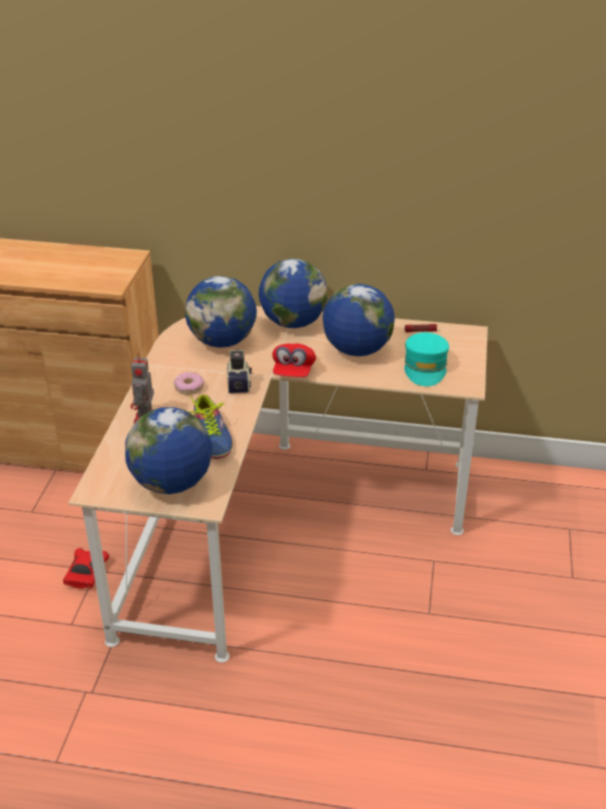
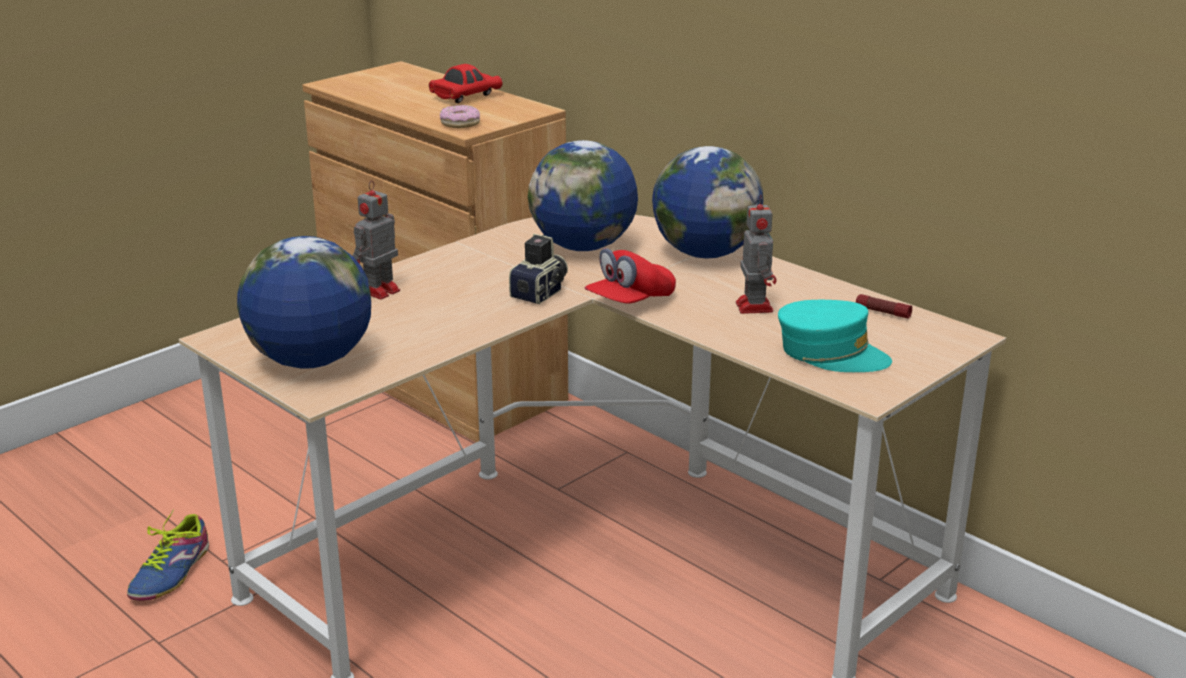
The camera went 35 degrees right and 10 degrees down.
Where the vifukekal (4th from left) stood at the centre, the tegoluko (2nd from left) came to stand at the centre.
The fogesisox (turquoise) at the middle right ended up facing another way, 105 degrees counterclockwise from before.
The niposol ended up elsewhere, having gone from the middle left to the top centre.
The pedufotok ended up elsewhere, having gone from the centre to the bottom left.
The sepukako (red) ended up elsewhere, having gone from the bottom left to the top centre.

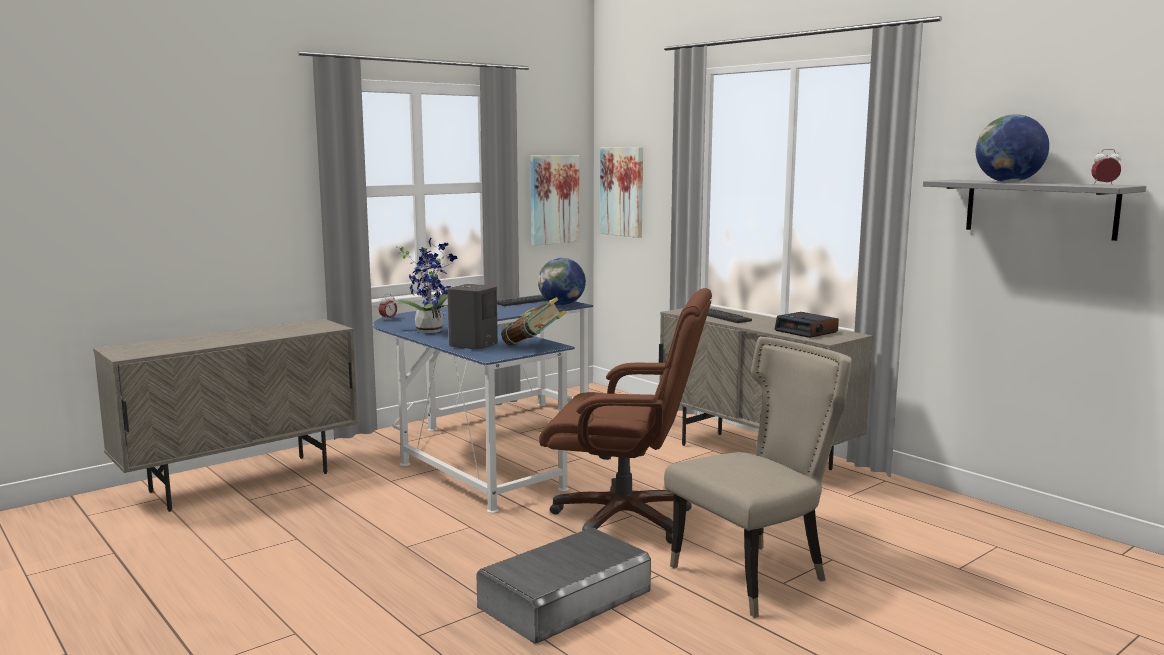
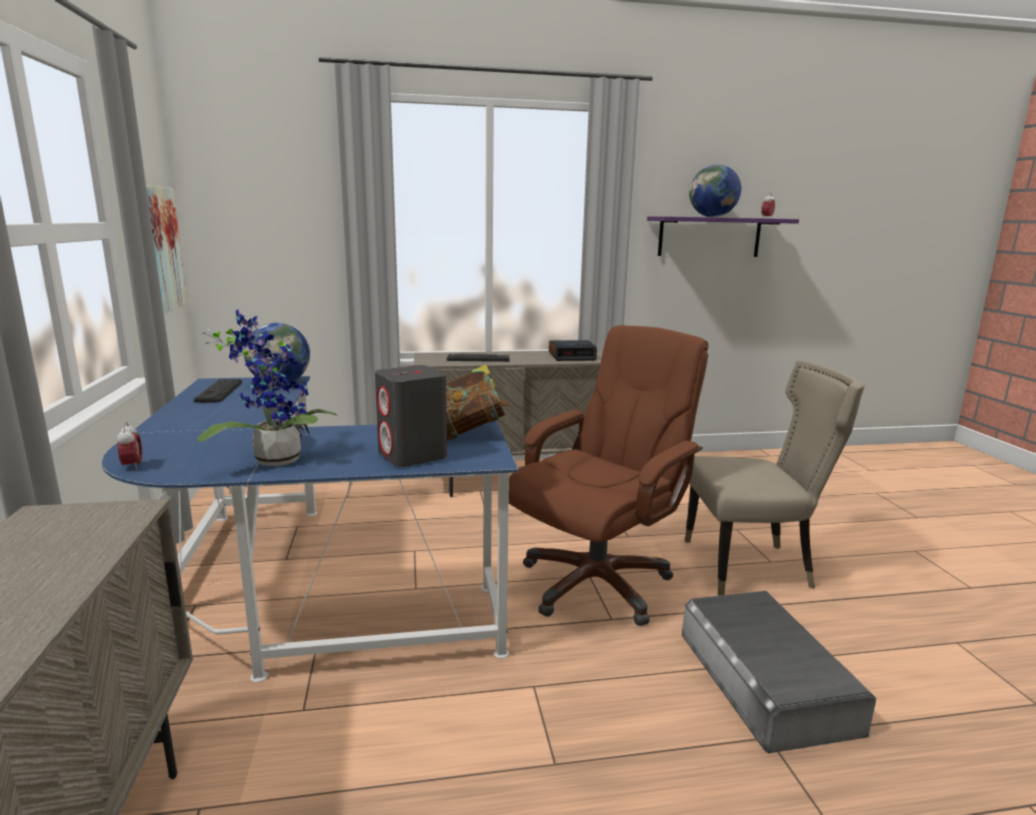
The camera went 60 degrees left and 5 degrees up.
The second view lost the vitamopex (2nd from left) at the top centre.
What was the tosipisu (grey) at the top right turned into the tosipisu (purple) at the top right.
The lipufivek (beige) at the bottom centre ended up facing another way, 90 degrees clockwise from before.

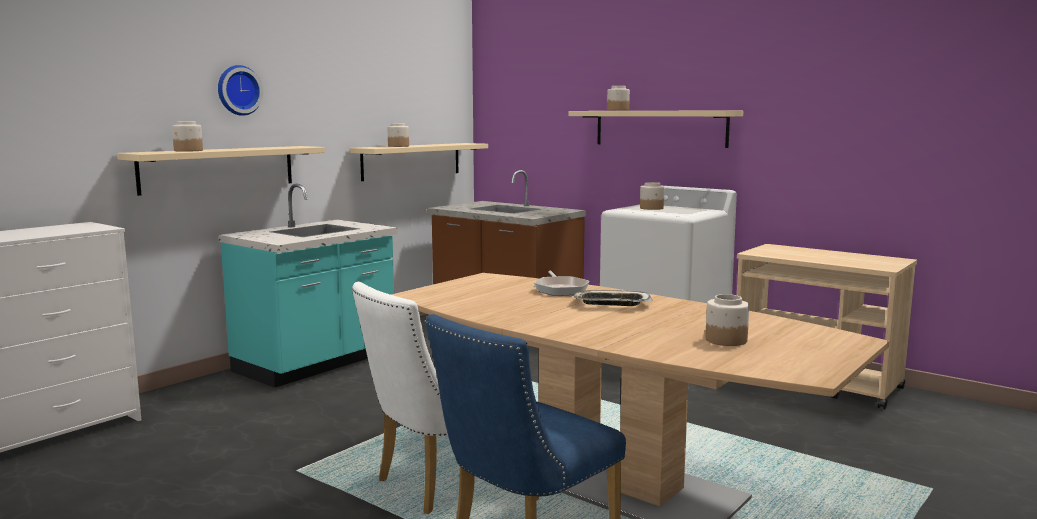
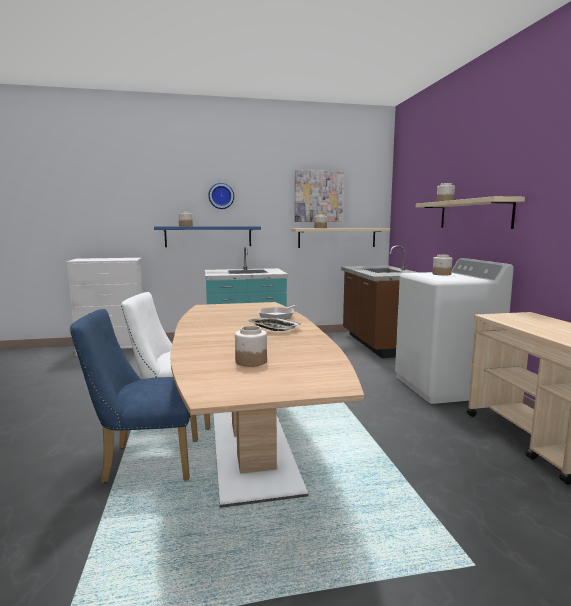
The camera went 40 degrees right and 0 degrees up.
What was the tosipisu (beige) (1st from left) at the top left turned into the tosipisu (blue) at the centre.
The second view gained the vitamopex at the top centre.

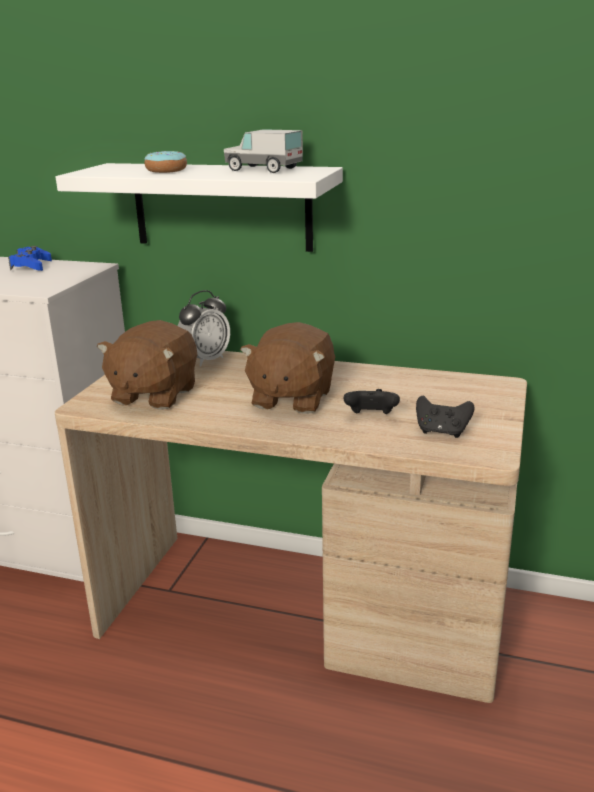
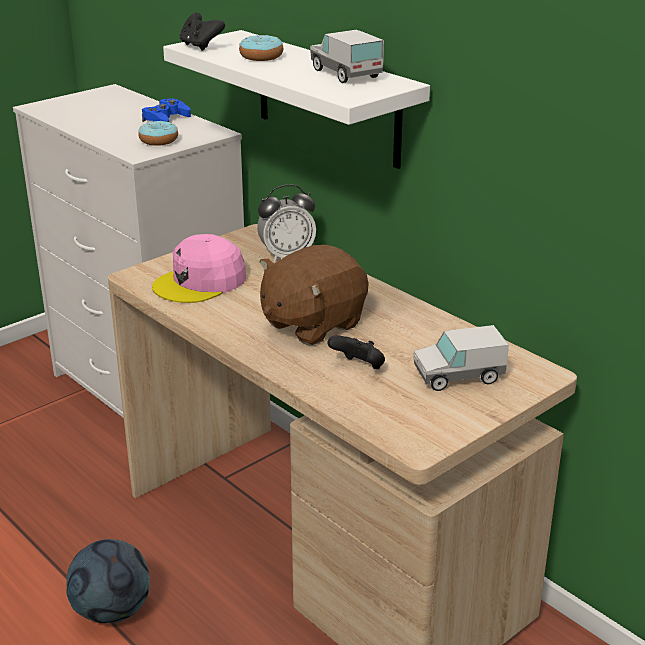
The camera went 30 degrees right and 5 degrees up.
Where the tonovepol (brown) (1st from left) stood at the middle left, the fogesisox (pink) came to stand at the middle left.
The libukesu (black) (2nd from left in the first image) ended up elsewhere, having gone from the middle right to the top left.
The second view gained the niposol (1st from left) at the top left.
The second view gained the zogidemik (2nd from left) at the middle right.
The second view gained the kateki at the bottom left.

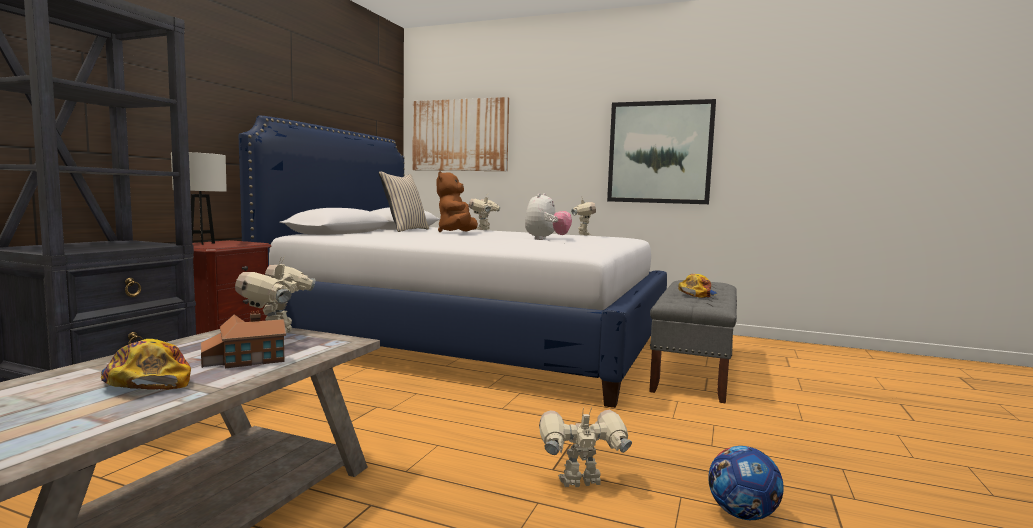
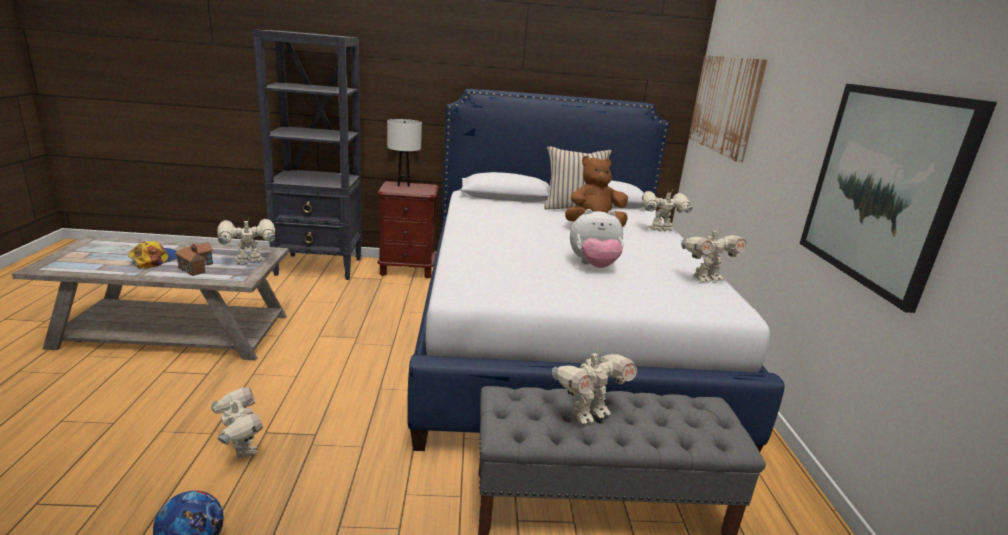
The camera went 65 degrees right and 15 degrees up.
Where the fogesisox (2nd from left) stood at the middle right, the tegoluko (3rd from left) came to stand at the bottom centre.

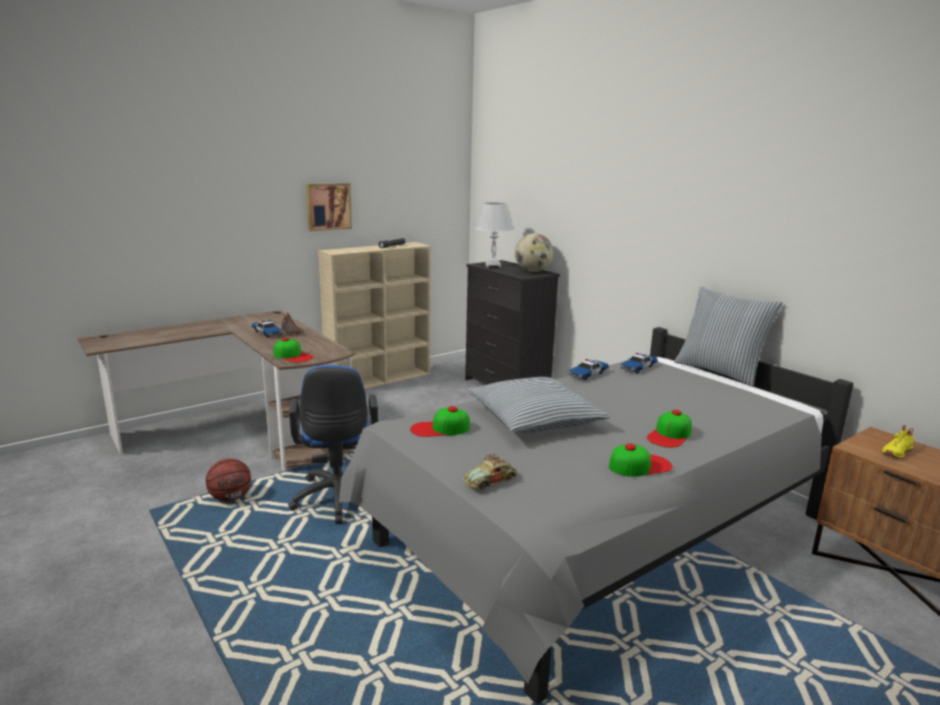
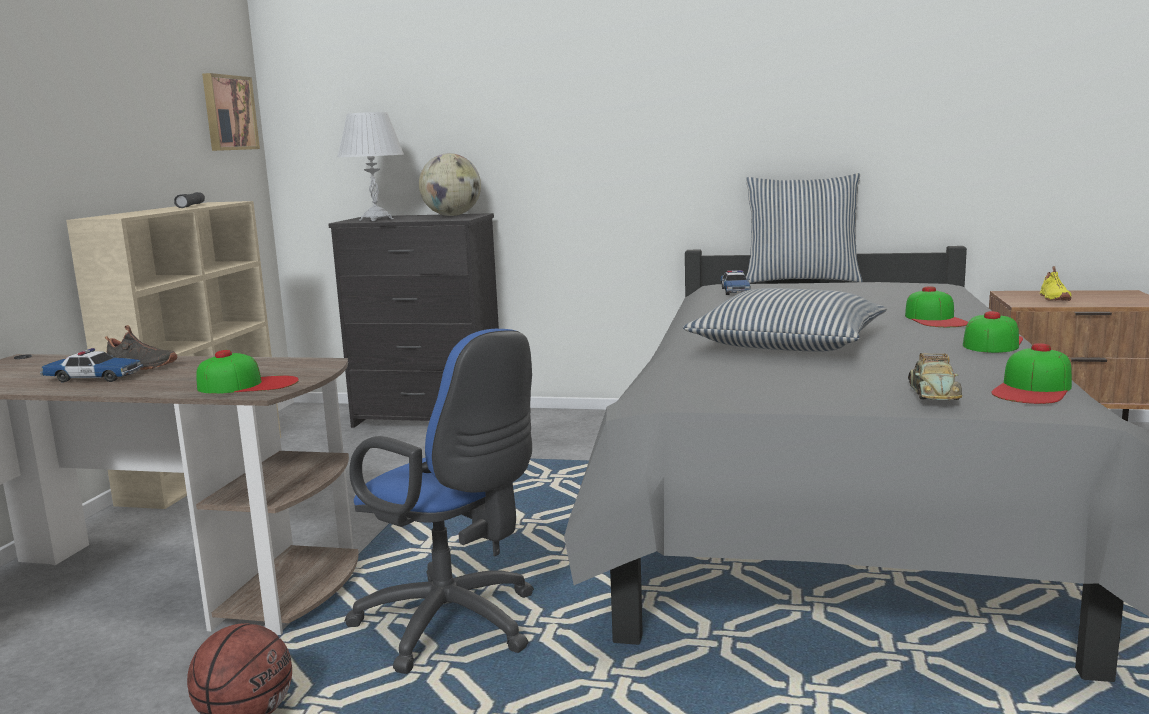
The camera went 40 degrees left and 5 degrees down.
The vitamopex ended up elsewhere, having gone from the top centre to the top left.
The second view lost the sepukako (3rd from left) at the centre.
The fogesisox (2nd from left in the first image) ended up elsewhere, having gone from the centre to the middle right.

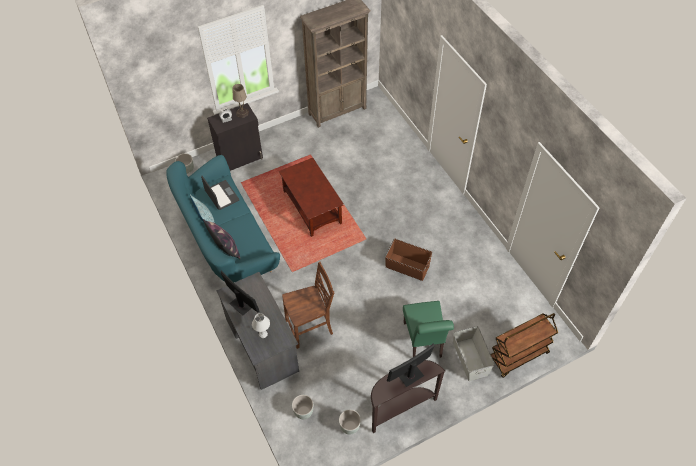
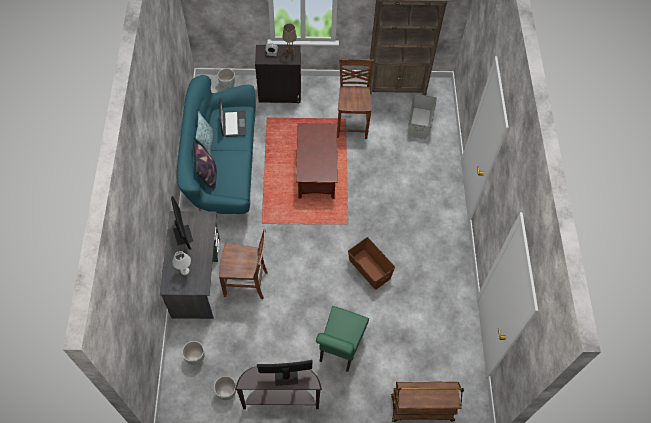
The camera went 25 degrees right and 5 degrees up.
The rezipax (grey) ended up elsewhere, having gone from the bottom right to the top centre.
The second view gained the lipufivek (brown) (2nd from left) at the top centre.

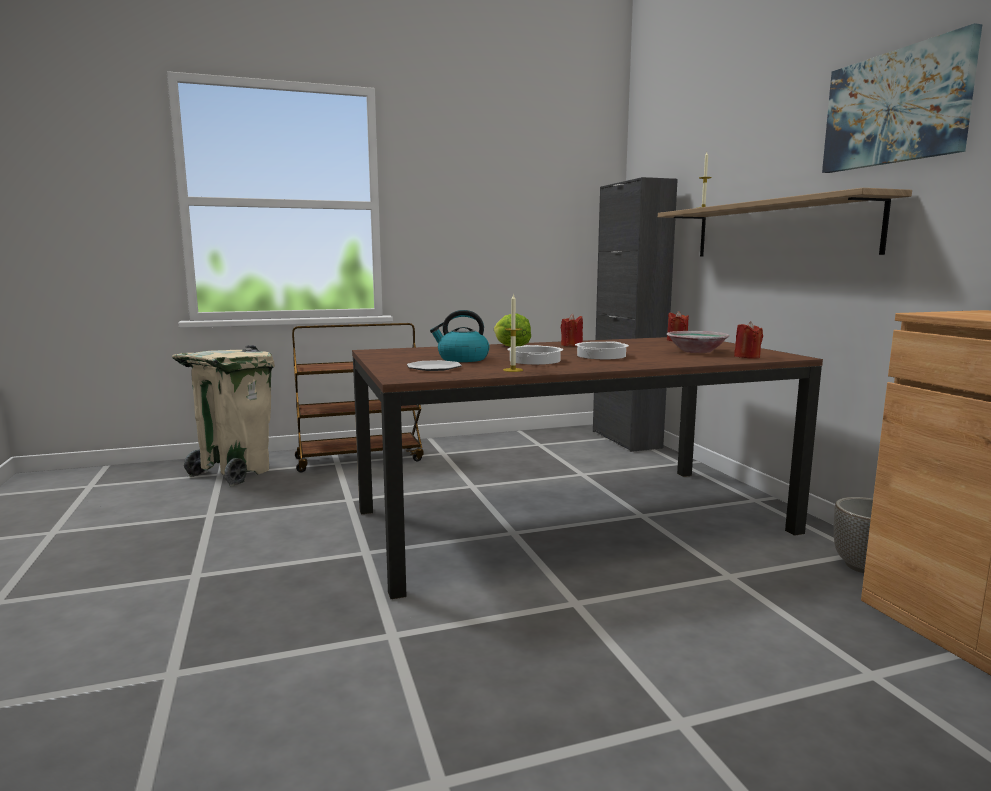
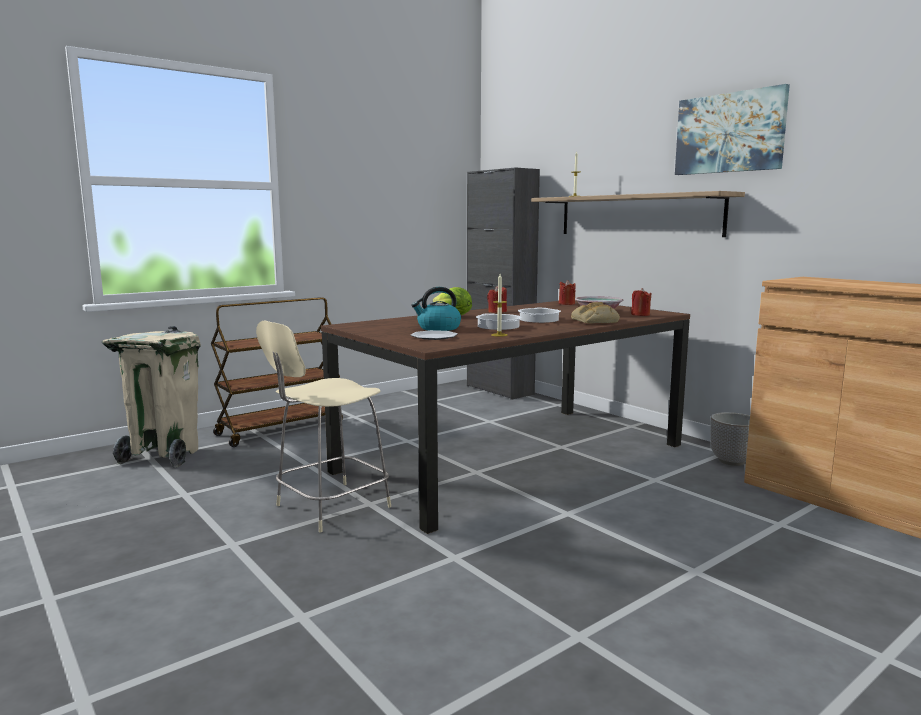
The camera went 20 degrees left and 0 degrees up.
The second view gained the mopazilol at the centre.
The second view gained the lipufivek (beige) at the centre.

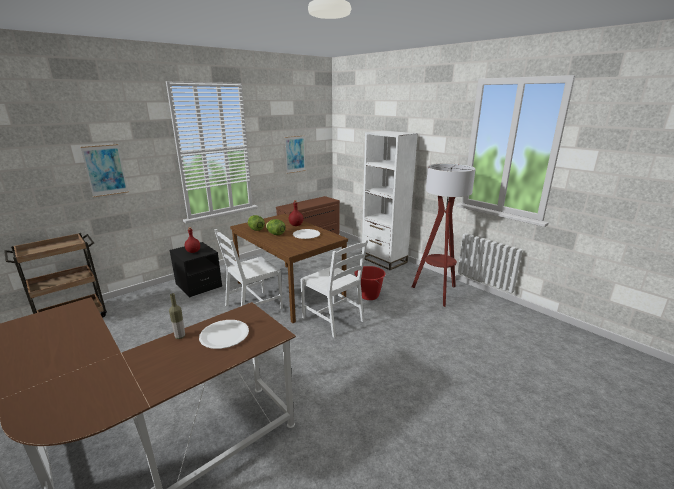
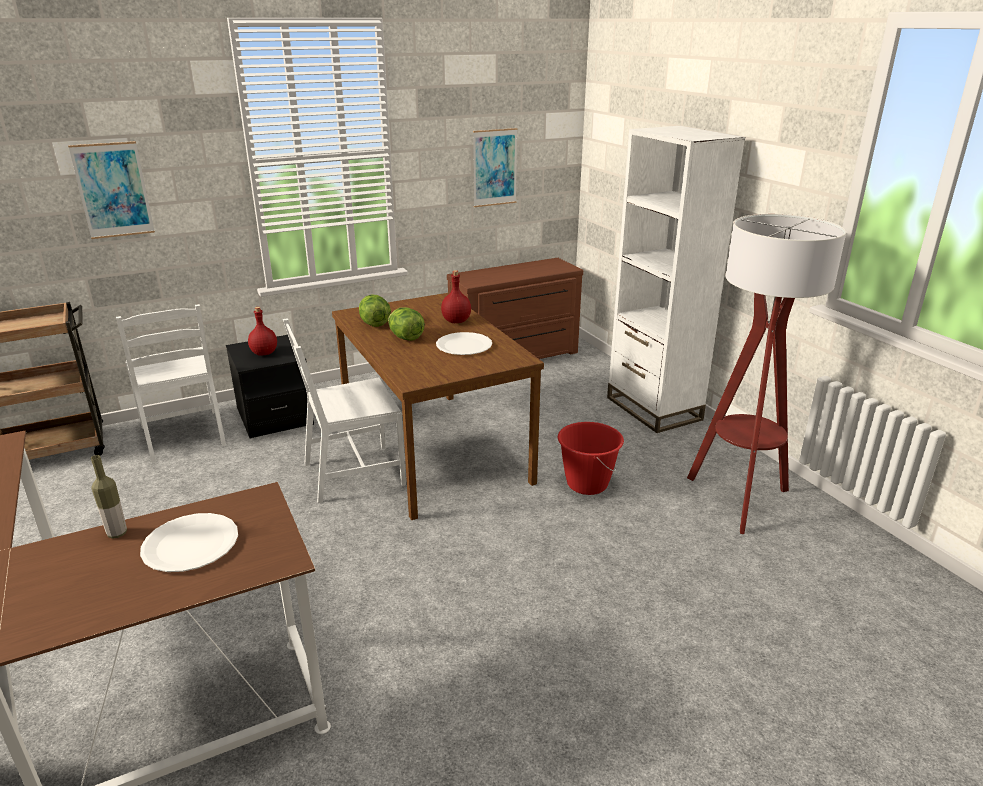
The camera went 15 degrees right and 5 degrees up.
The lipufivek (white) (2nd from left in the first image) ended up elsewhere, having gone from the centre to the middle left.

